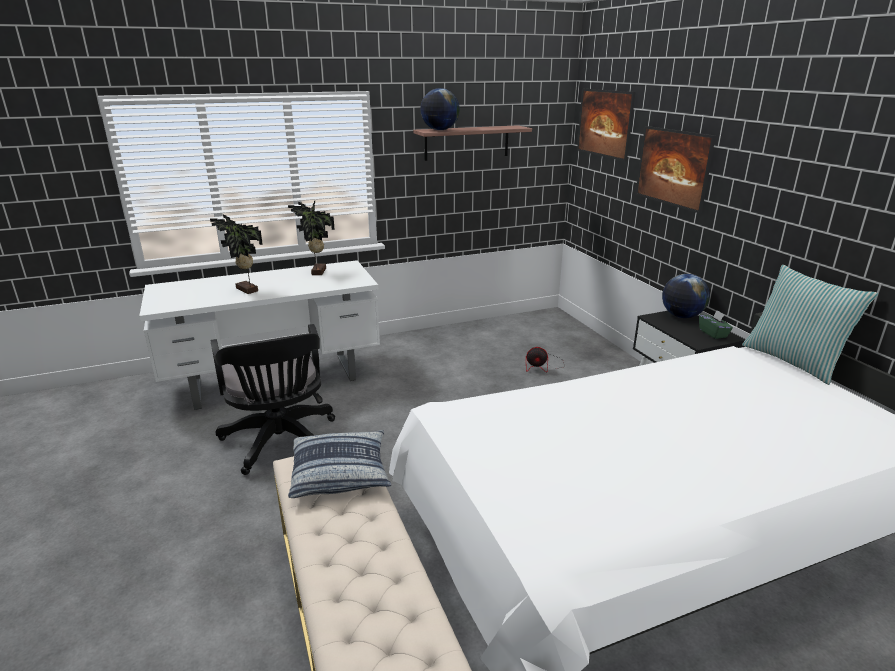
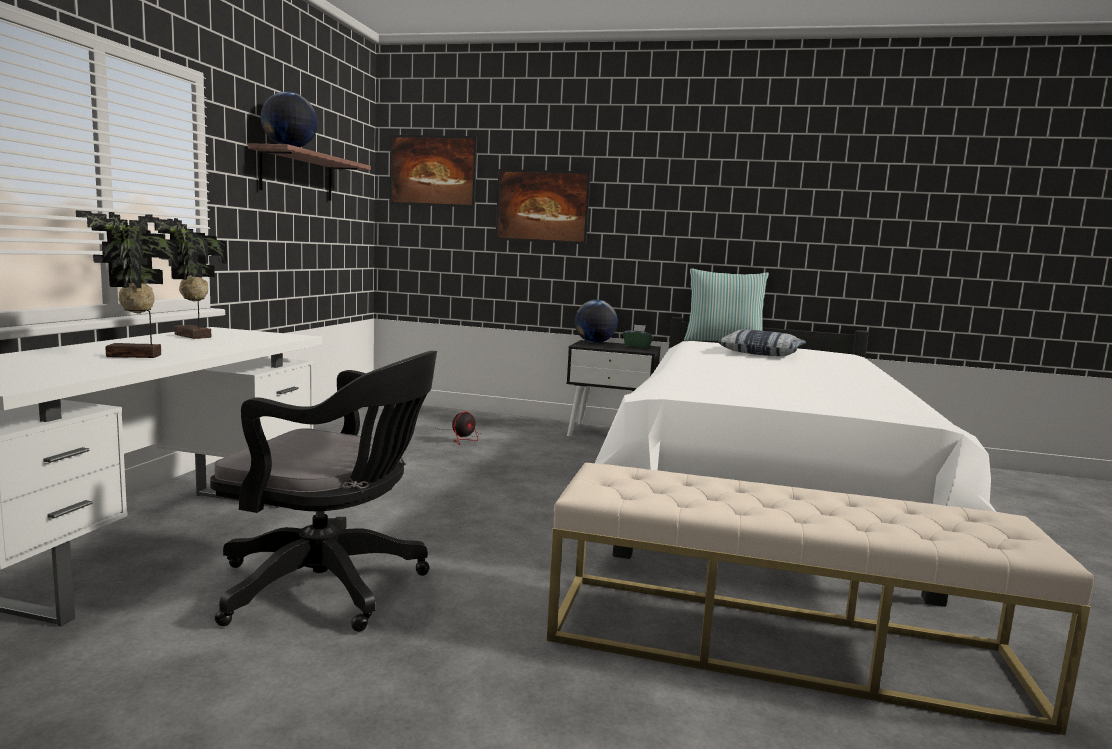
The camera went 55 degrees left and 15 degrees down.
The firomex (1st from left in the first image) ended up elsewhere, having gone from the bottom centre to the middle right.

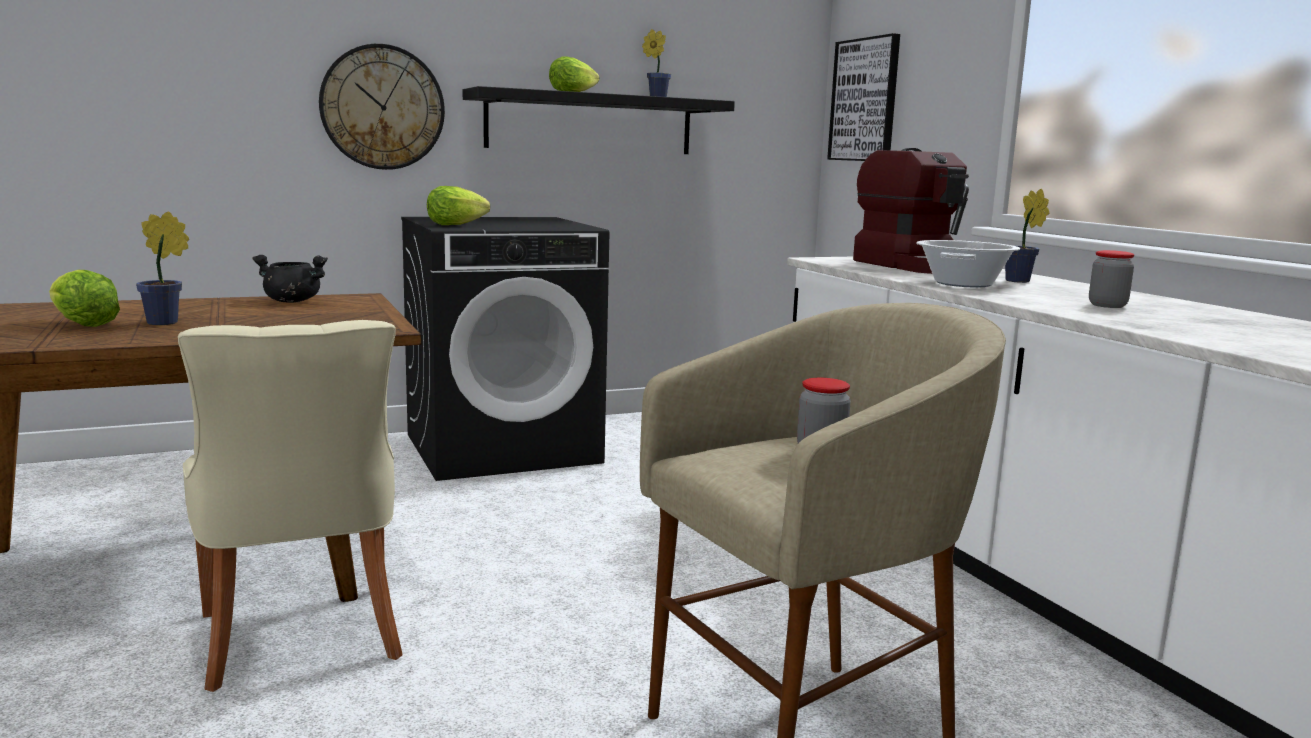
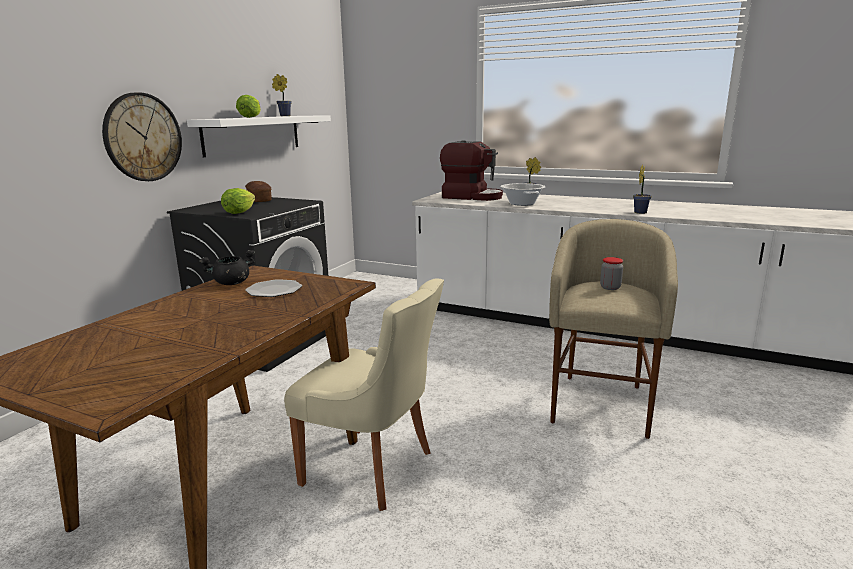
The camera went 40 degrees left and 5 degrees up.
The second view lost the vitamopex at the top centre.
What was the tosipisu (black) at the top centre turned into the tosipisu (white) at the top left.
The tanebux (1st from left in the first image) ended up elsewhere, having gone from the middle left to the top right.
The second view lost the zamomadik (2nd from left) at the middle right.
The second view lost the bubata (1st from left) at the middle left.
The second view gained the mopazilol at the middle left.
The second view gained the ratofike at the middle left.

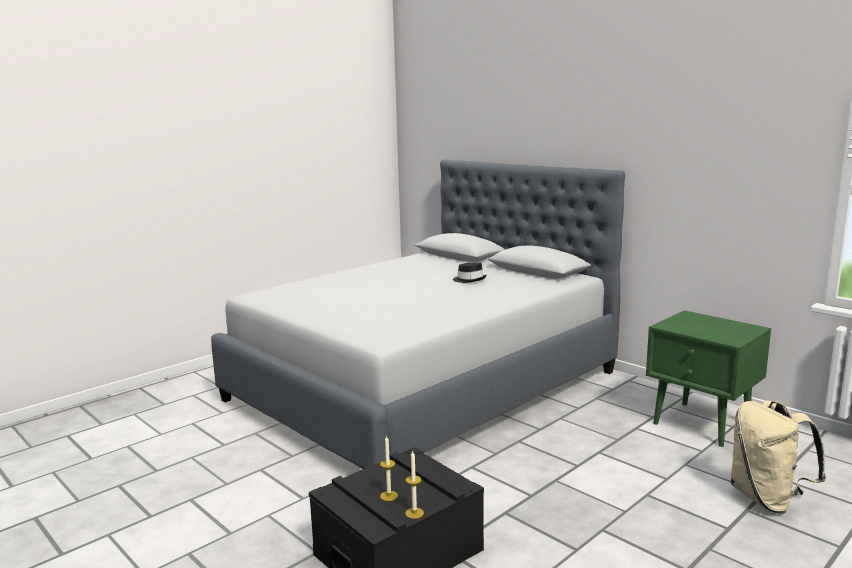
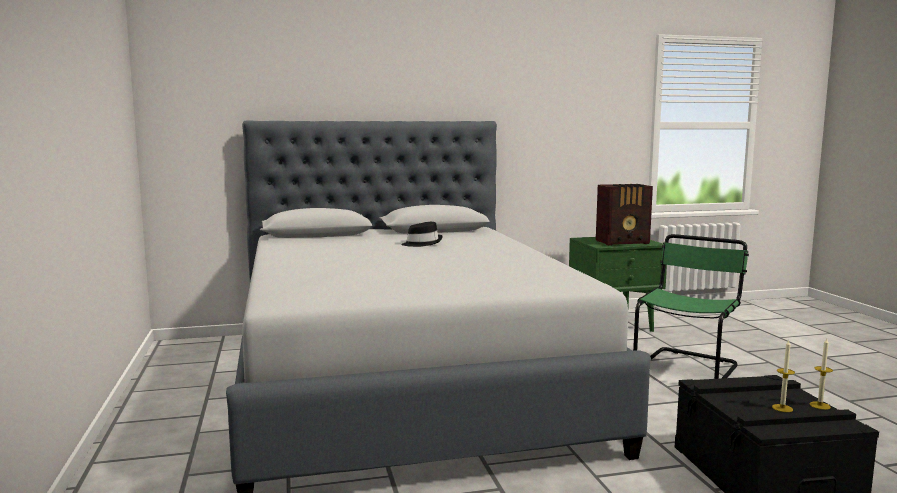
The camera went 60 degrees left and 5 degrees down.
The second view lost the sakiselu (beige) at the bottom right.
The second view gained the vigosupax at the middle right.
The second view gained the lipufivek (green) at the middle right.

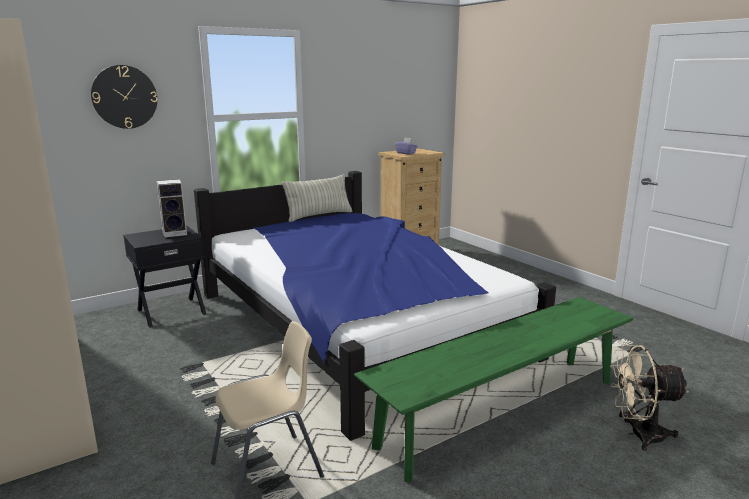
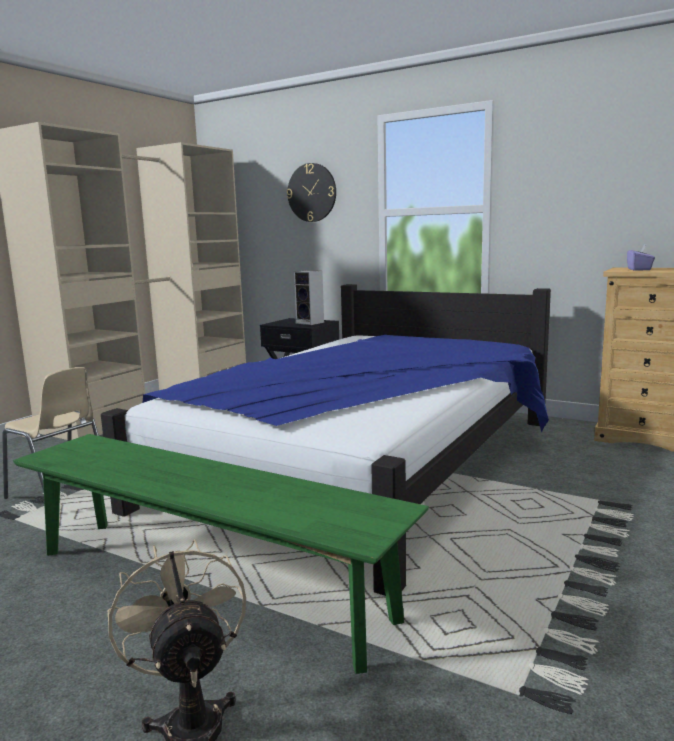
The camera went 65 degrees right and 5 degrees down.
The second view lost the firomex at the centre.

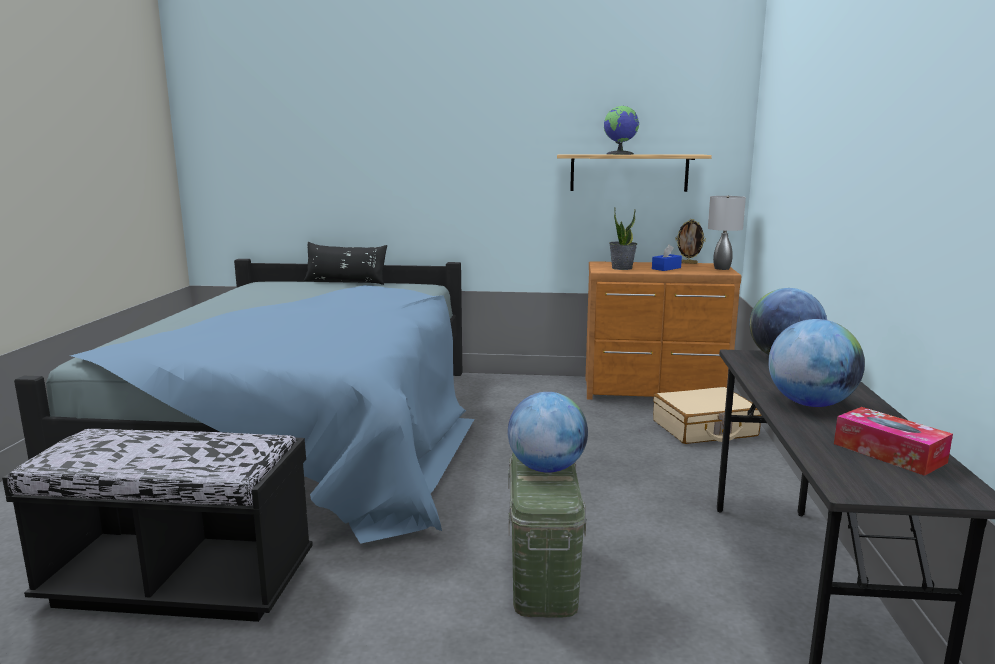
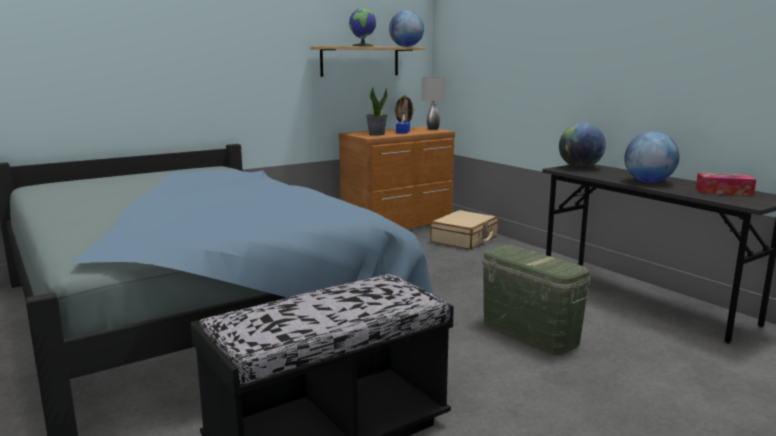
The camera went 40 degrees left and 0 degrees up.
The second view lost the firomex (black) at the centre.
The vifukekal (1st from left in the first image) ended up elsewhere, having gone from the centre to the top centre.

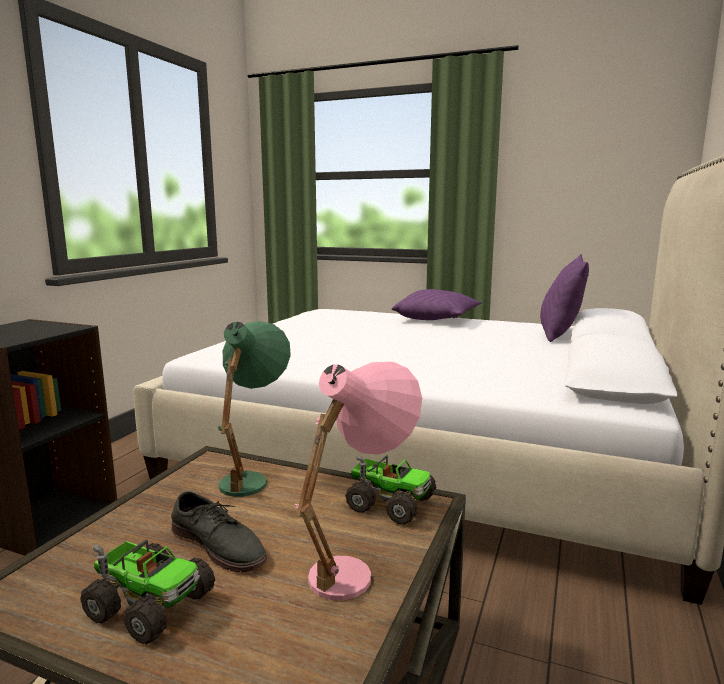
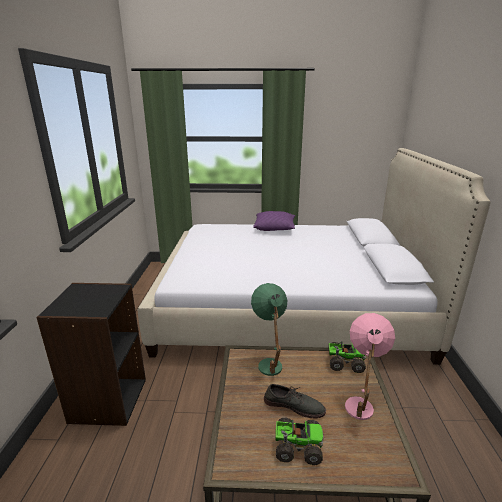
The camera went 20 degrees left and 10 degrees up.
The second view lost the firomex (purple) (2nd from left) at the middle right.

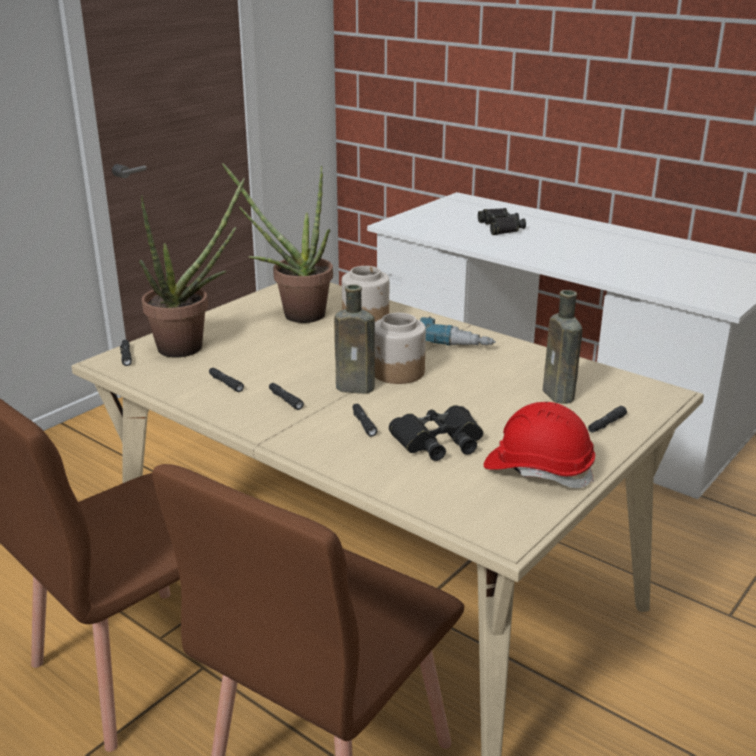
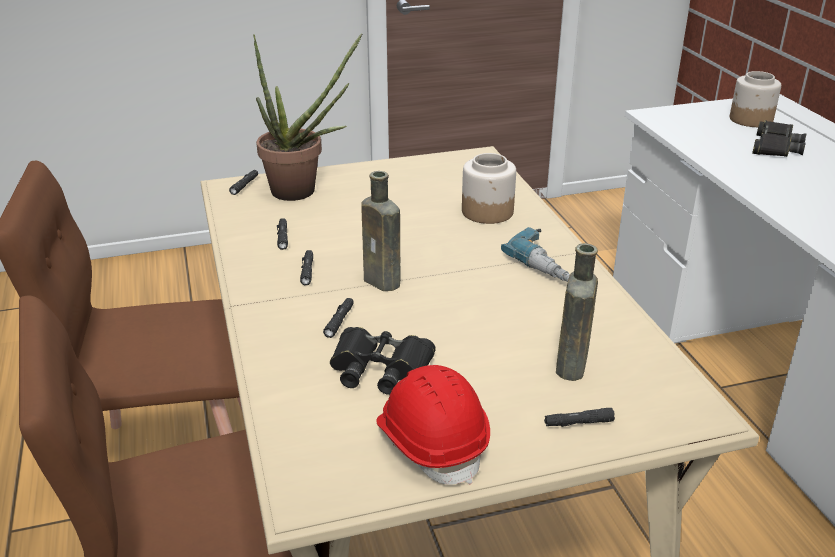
The camera went 35 degrees right and 5 degrees up.
The second view lost the tanebux (2nd from left) at the top centre.
The zamomadik (2nd from left) ended up elsewhere, having gone from the centre to the top right.

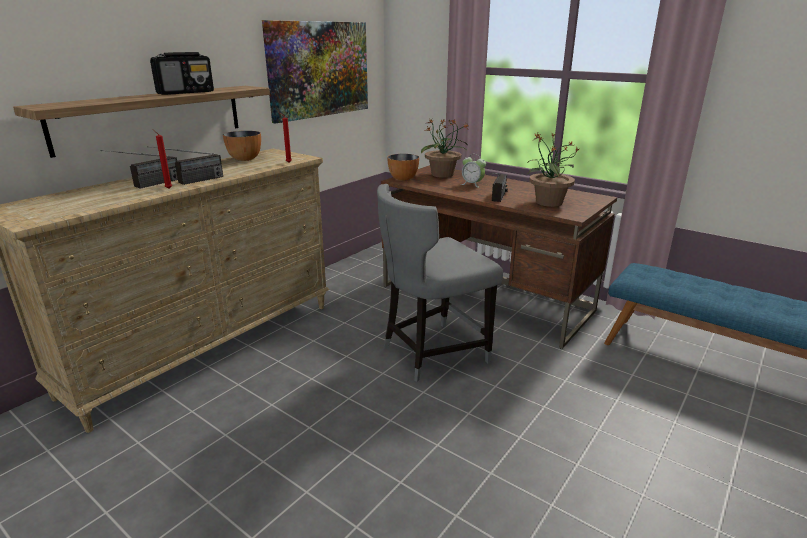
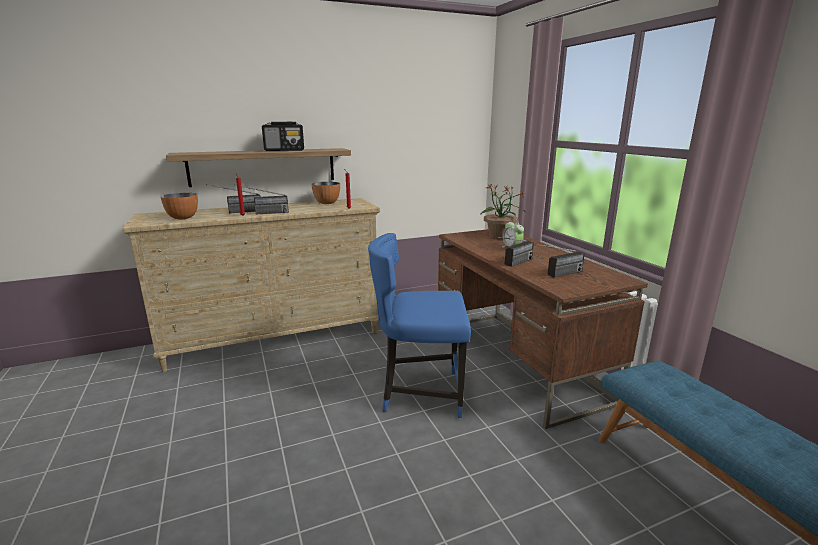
The camera went 30 degrees right and 5 degrees down.
The second view lost the vitamopex at the top centre.
Where the tanebux (2nd from left) stood at the top right, the vigosupax (5th from left) came to stand at the middle right.
The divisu (2nd from left in the first image) ended up elsewhere, having gone from the top centre to the middle left.
What was the lipufivek (grey) at the centre turned into the lipufivek (blue) at the centre.

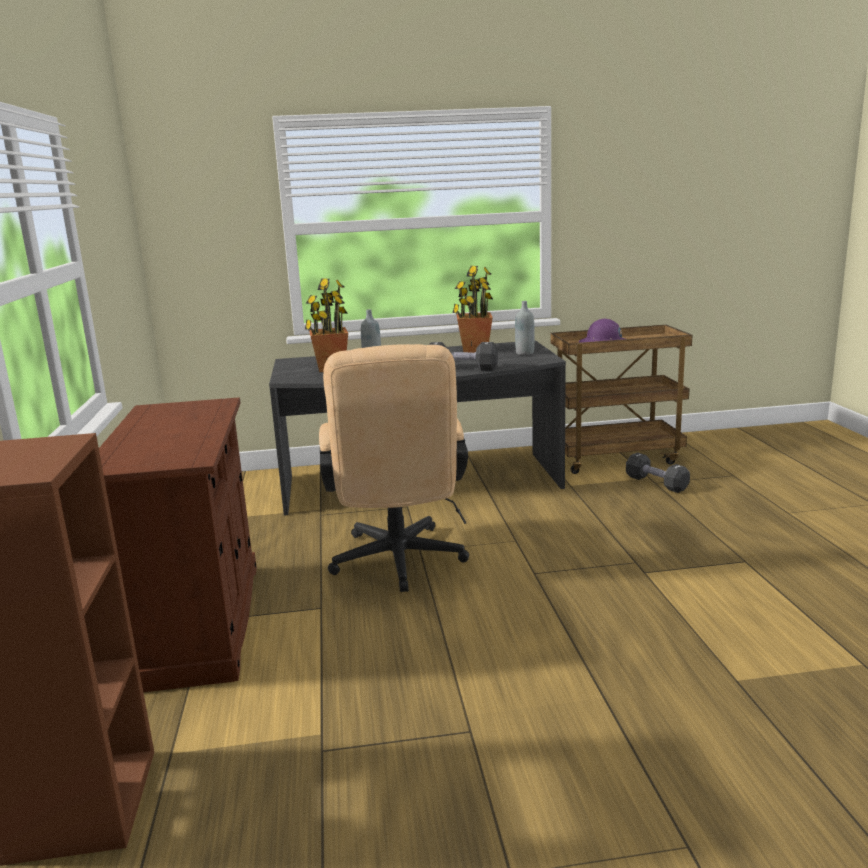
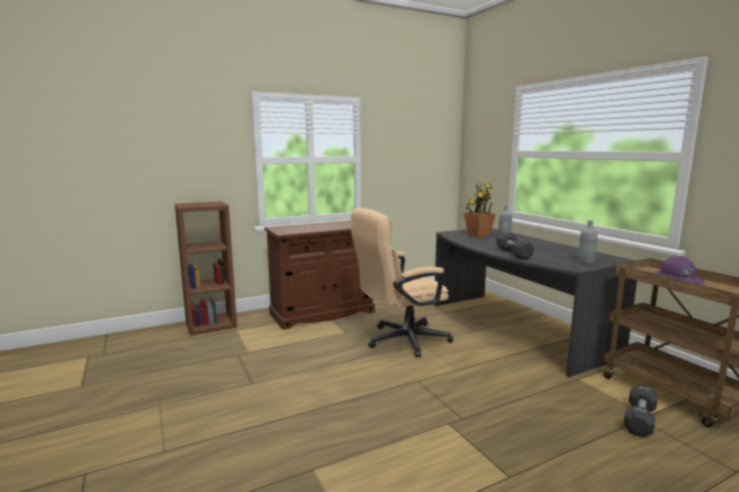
The camera went 70 degrees right and 5 degrees down.
The second view lost the tanebux (2nd from left) at the centre.

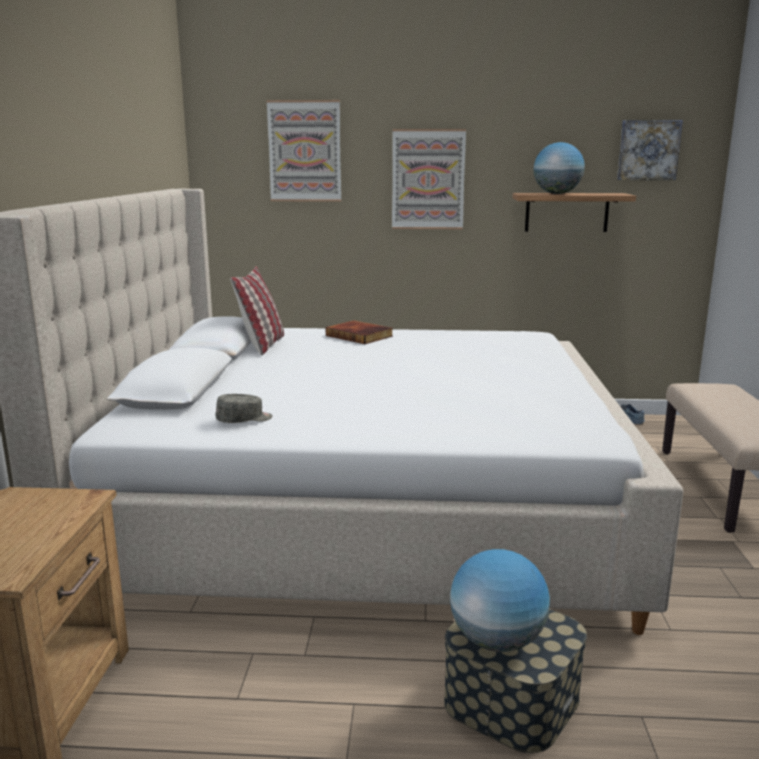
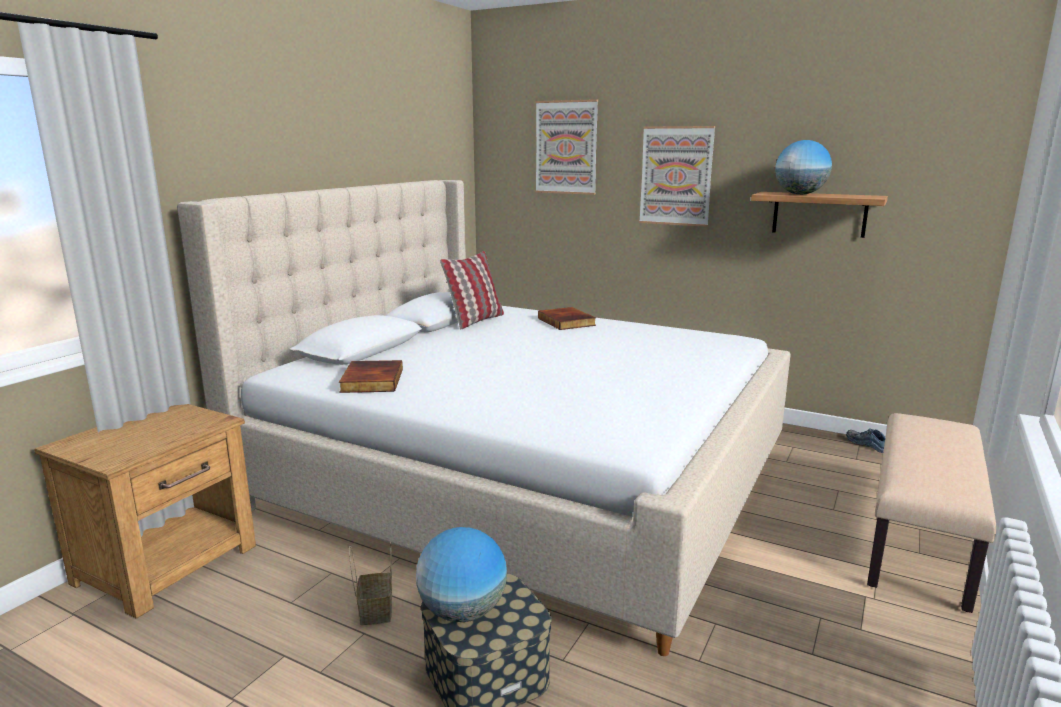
The camera went 25 degrees right and 0 degrees up.
The second view lost the vitamopex (3rd from left) at the top right.
Where the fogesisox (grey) stood at the middle left, the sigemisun (1st from left) came to stand at the centre.
The second view gained the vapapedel at the bottom centre.

